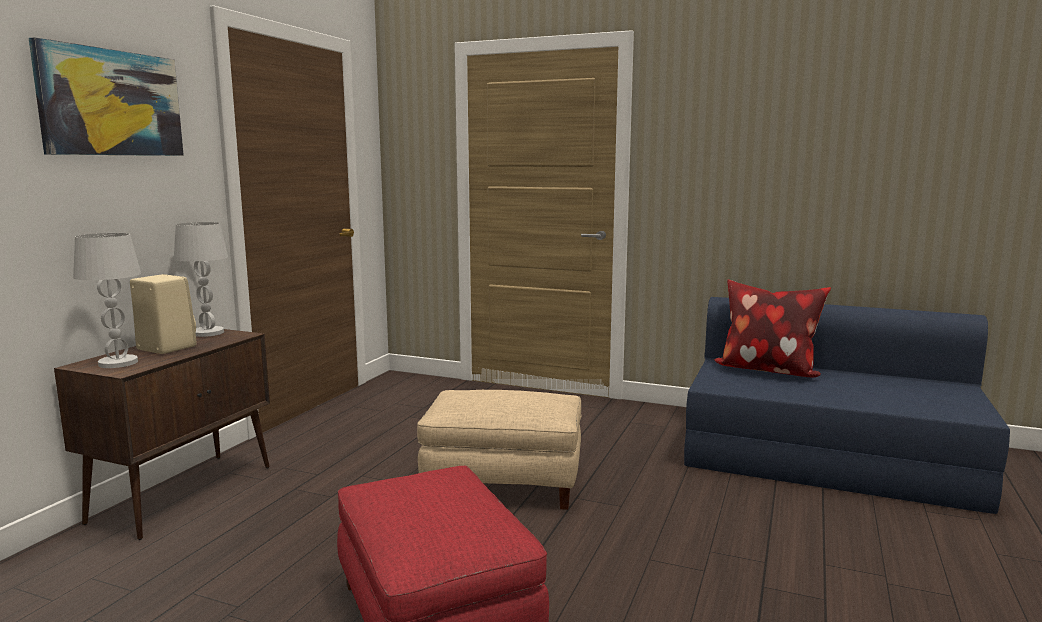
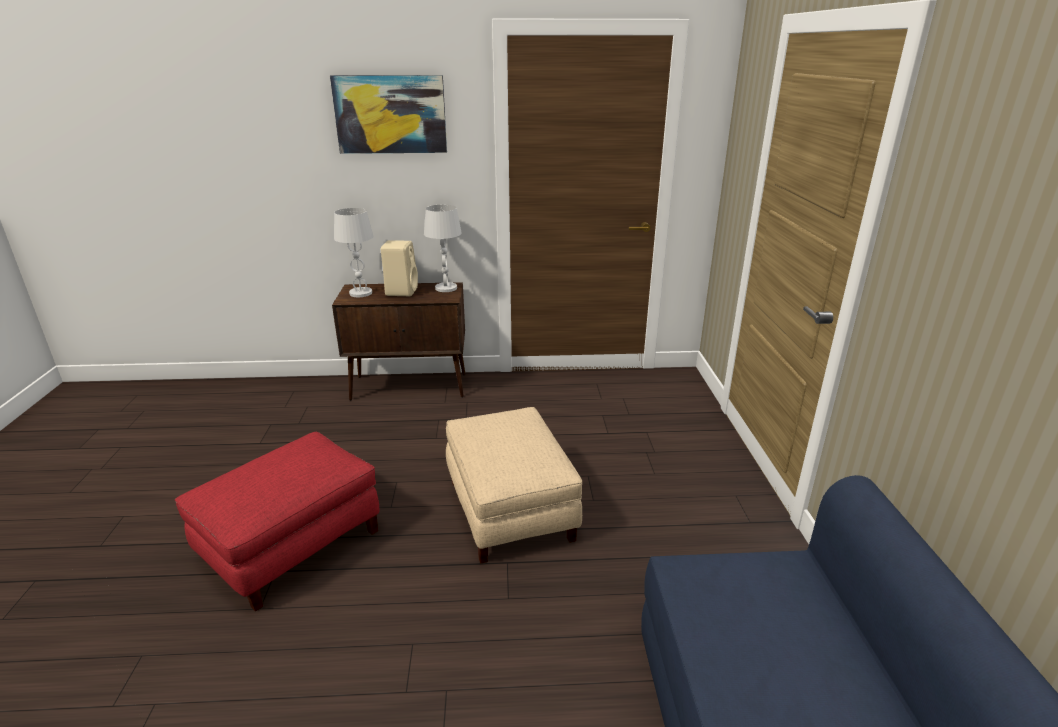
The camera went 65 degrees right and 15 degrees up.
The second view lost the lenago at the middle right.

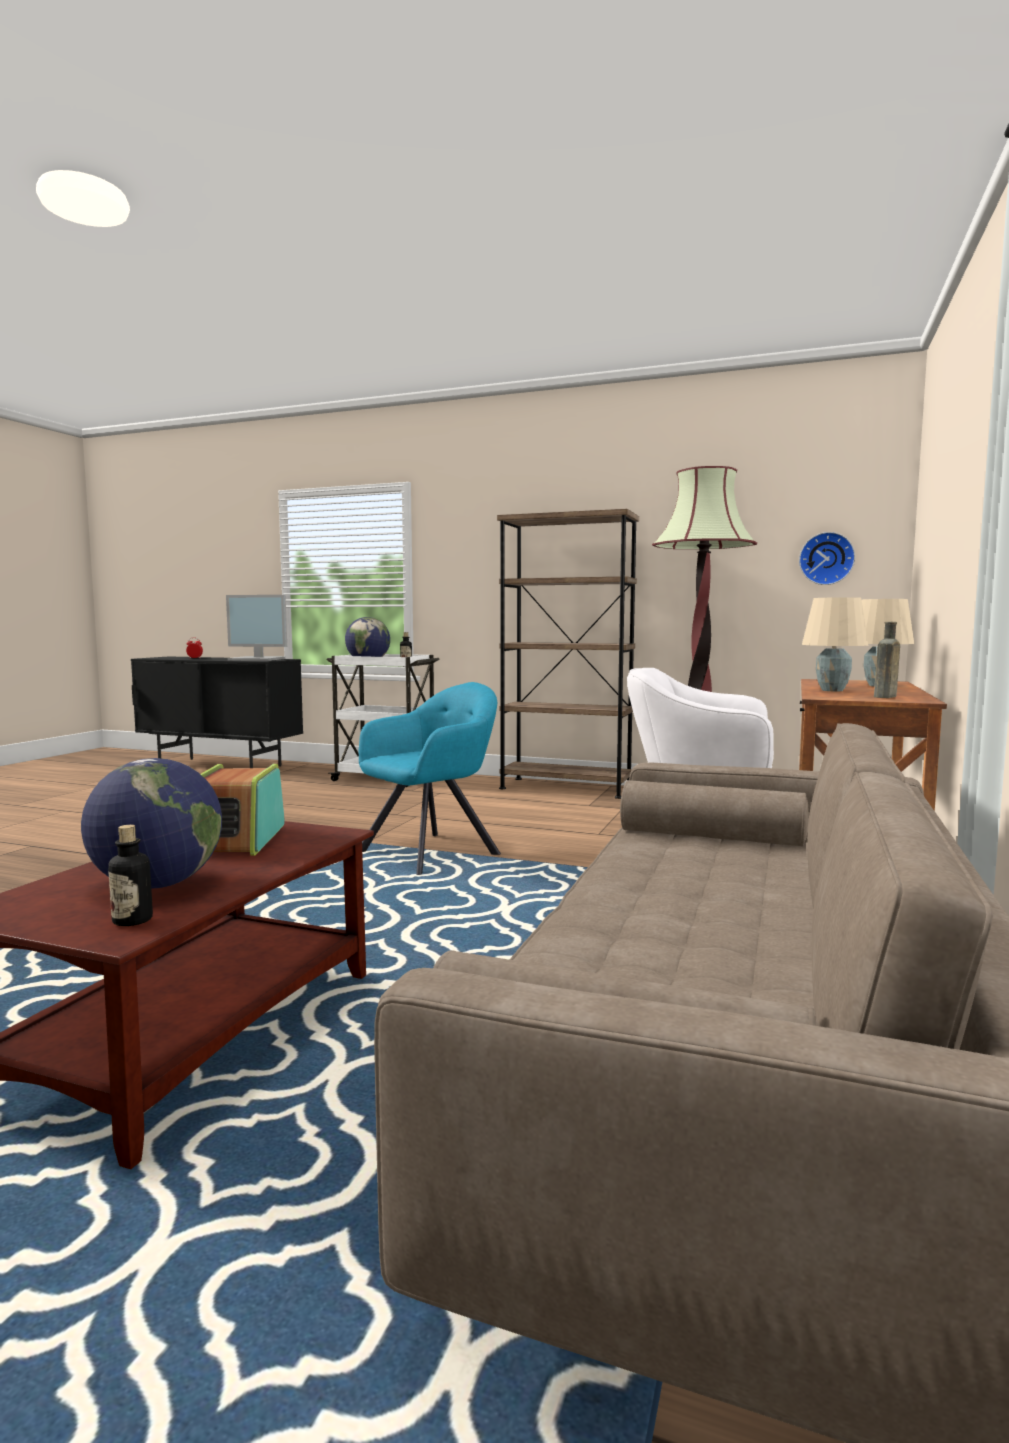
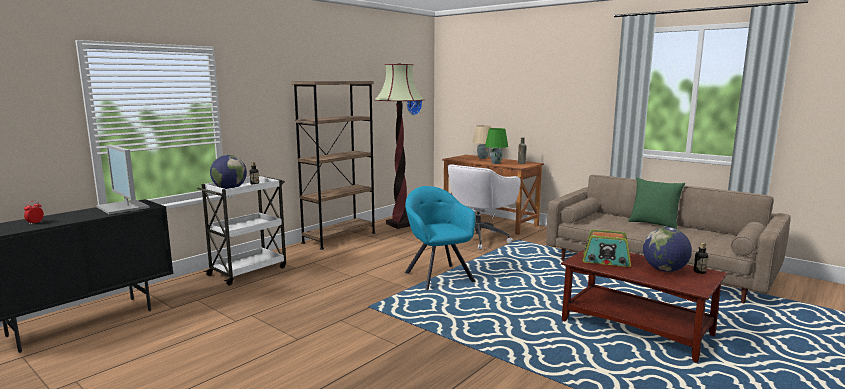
The camera went 70 degrees left and 5 degrees up.
The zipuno at the middle left ended up facing another way, 105 degrees clockwise from before.
What was the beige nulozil (no. 1 from left) at the middle right turned into the green nulozil at the centre.
The second view gained the green lenago at the middle right.

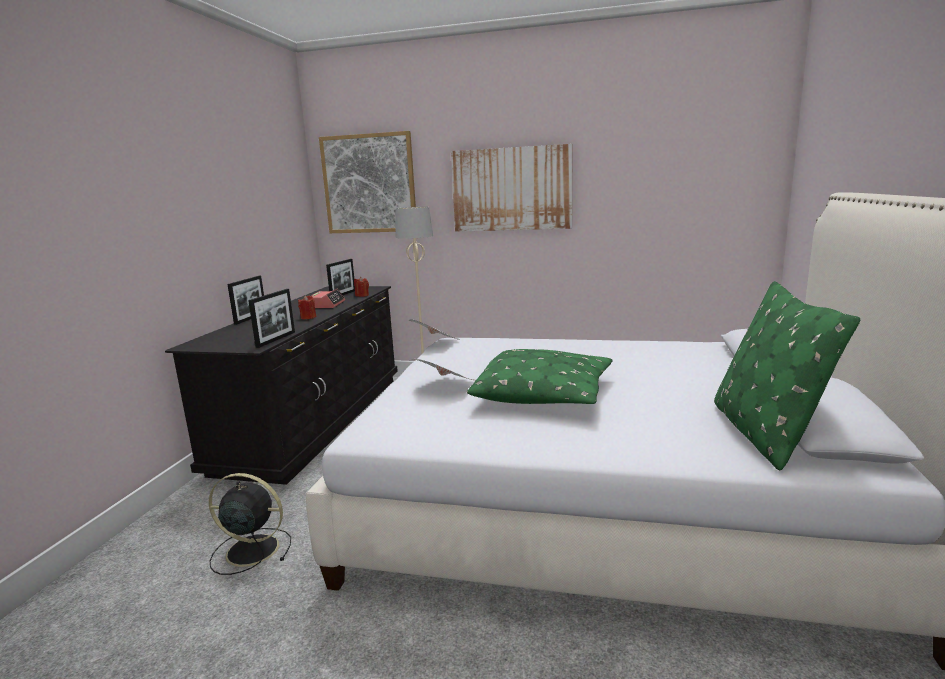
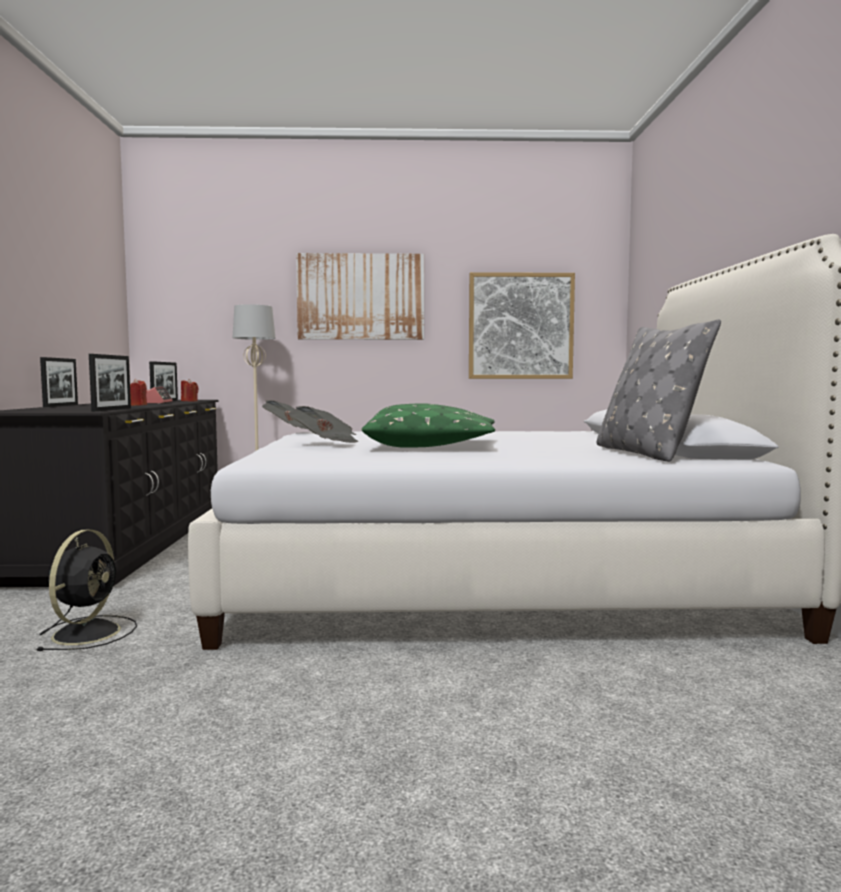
The camera went 15 degrees left and 10 degrees down.
The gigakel (no. 1 from left in the first image) ended up elsewhere, having gone from the top centre to the centre.
What was the green lenago (no. 2 from left) at the middle right turned into the grey lenago at the middle right.
The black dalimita at the bottom left ended up facing another way, 105 degrees clockwise from before.

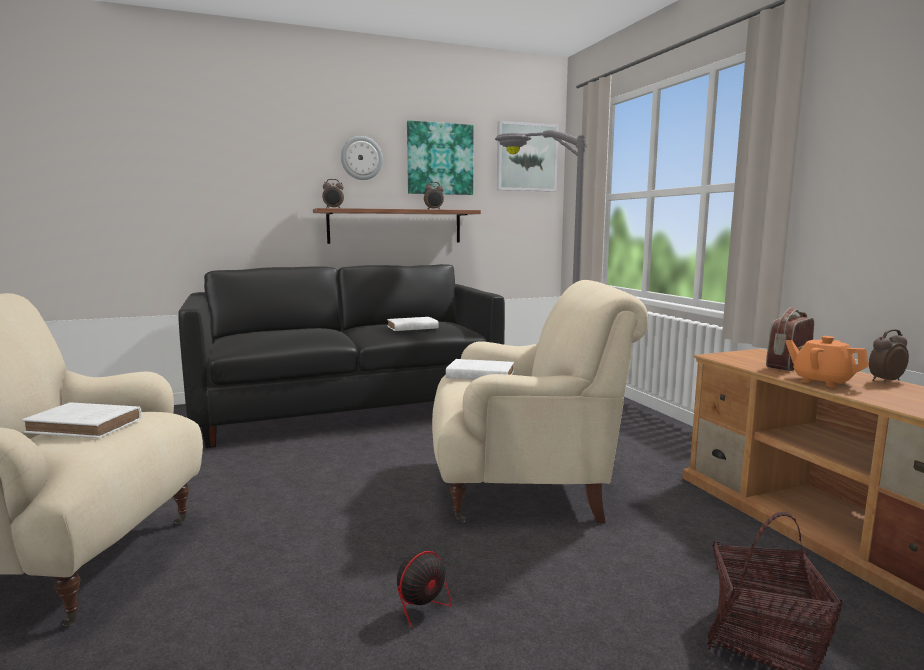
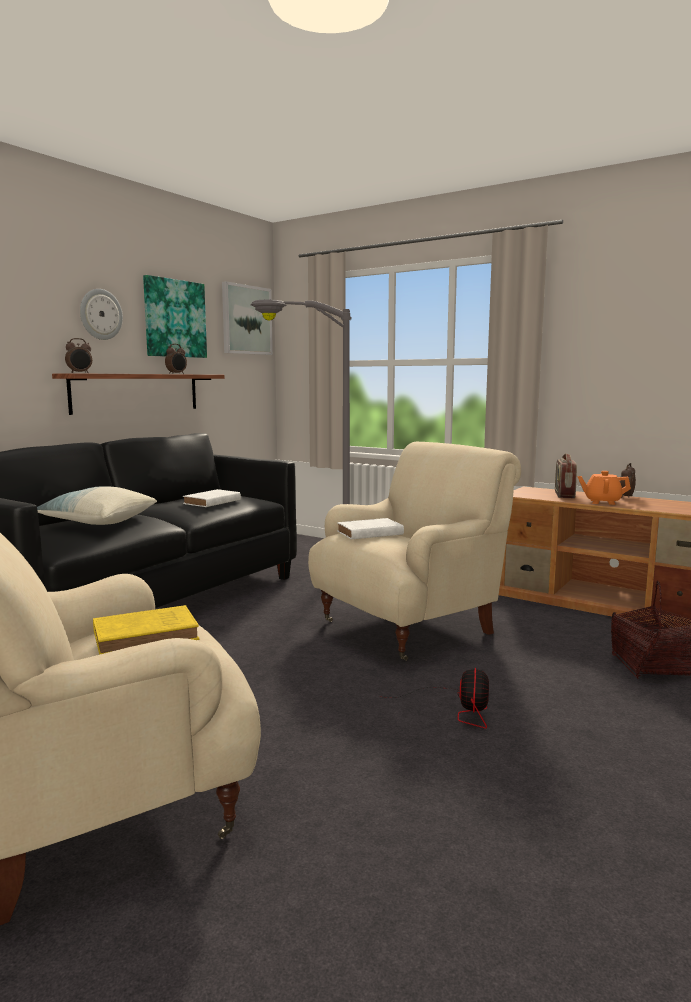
The camera went 35 degrees left and 0 degrees up.
What was the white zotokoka (no. 1 from left) at the middle left turned into the yellow zotokoka at the middle left.
The second view gained the lenago at the middle left.

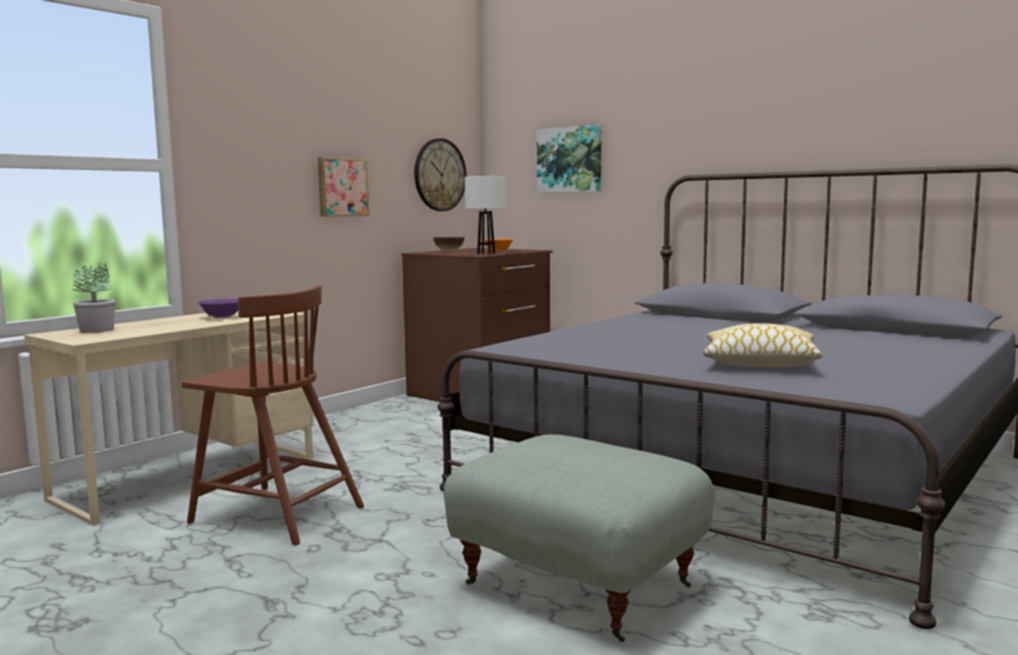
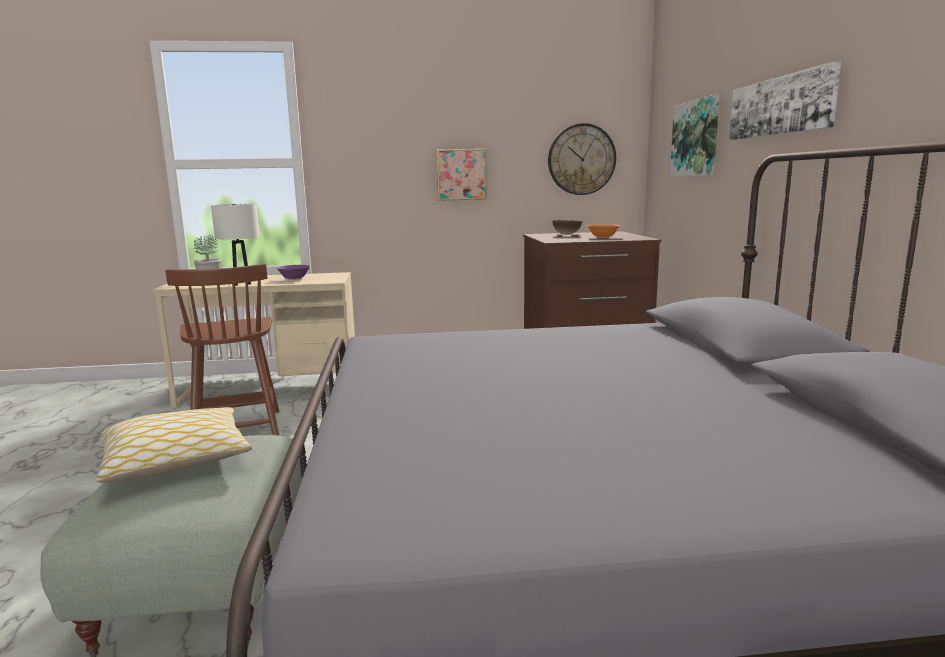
The camera went 45 degrees right and 5 degrees up.
The white nulozil ended up elsewhere, having gone from the top centre to the middle left.
The lenago ended up elsewhere, having gone from the middle right to the bottom left.
The second view gained the gigakel (no. 3 from left) at the top right.

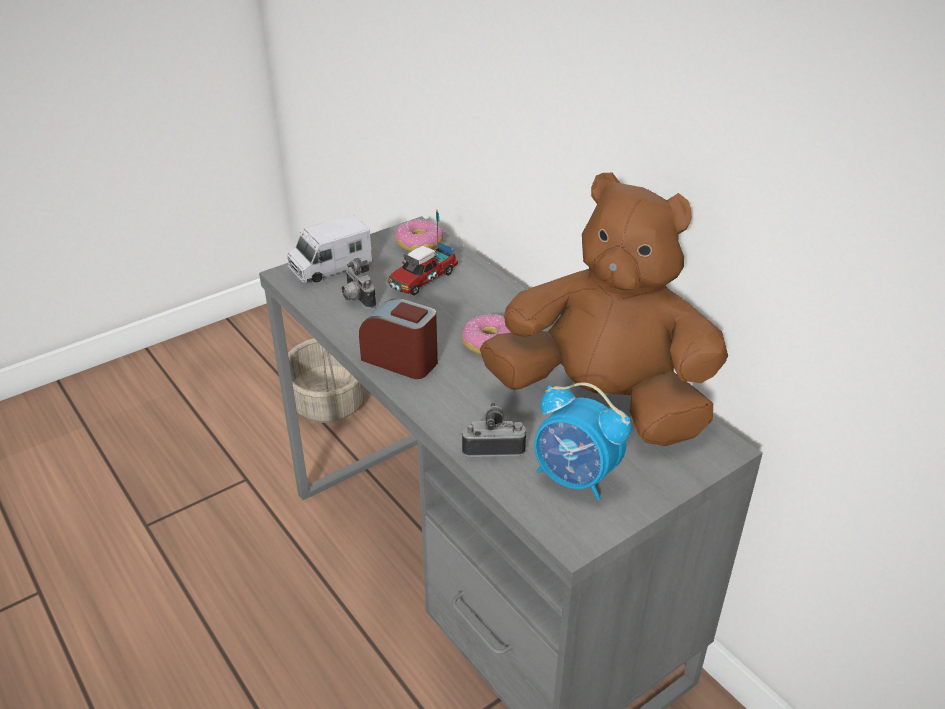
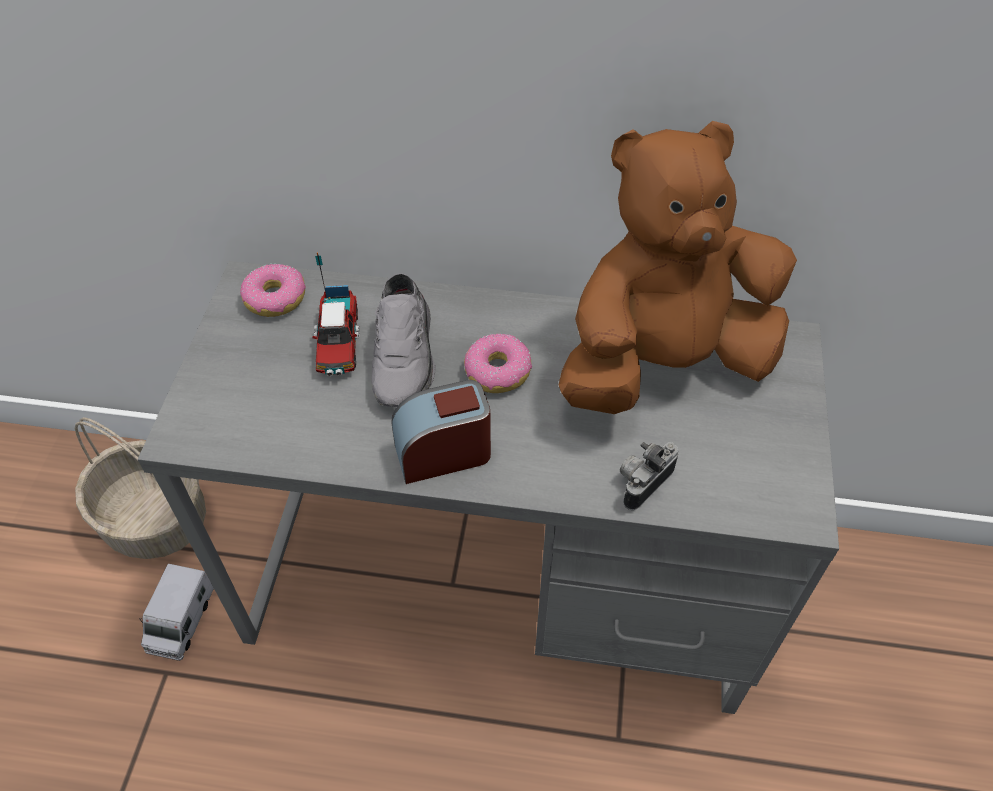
The camera went 45 degrees left and 15 degrees up.
The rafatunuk (no. 1 from left) ended up elsewhere, having gone from the centre to the bottom left.
The second view lost the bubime (no. 1 from left) at the centre.
The second view lost the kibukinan (no. 2 from left) at the centre.
The second view gained the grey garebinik at the centre.

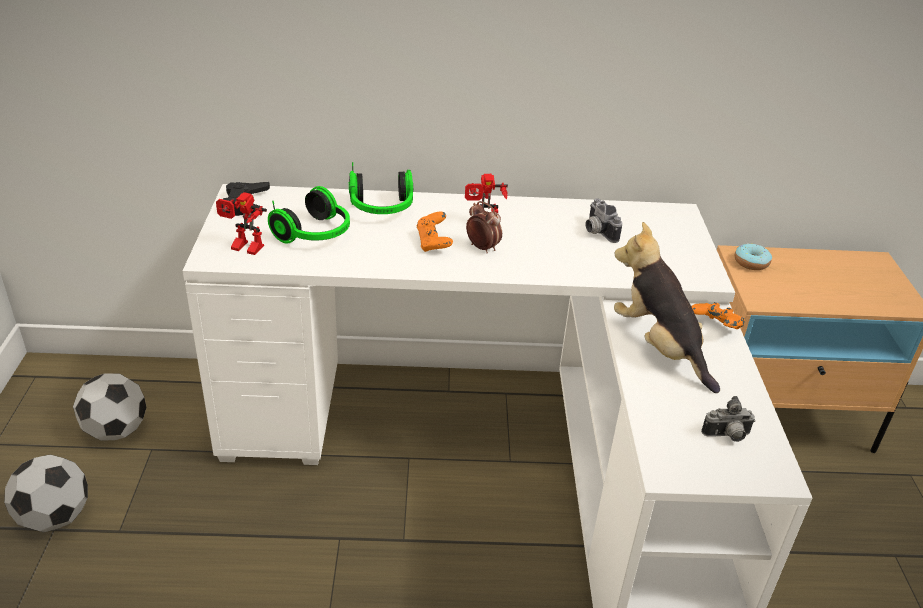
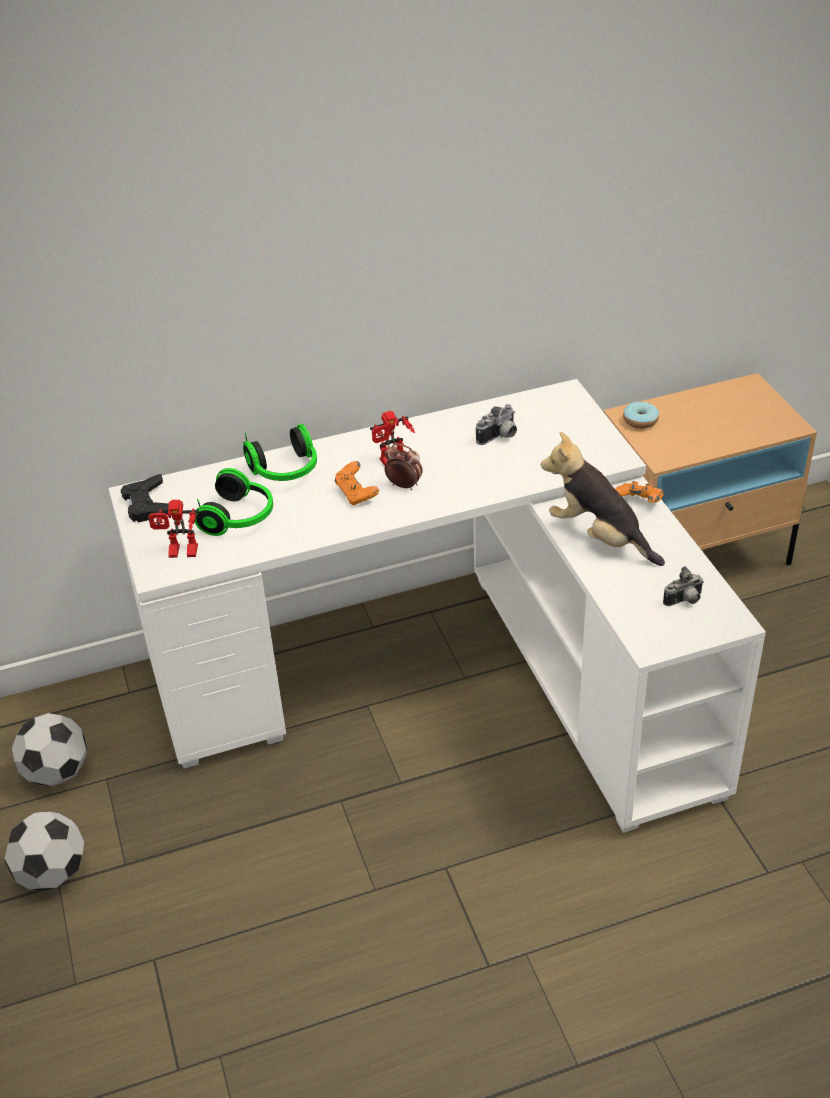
The camera went 15 degrees left and 5 degrees up.
The bubime (no. 1 from left) at the centre ended up facing another way, 90 degrees counterclockwise from before.

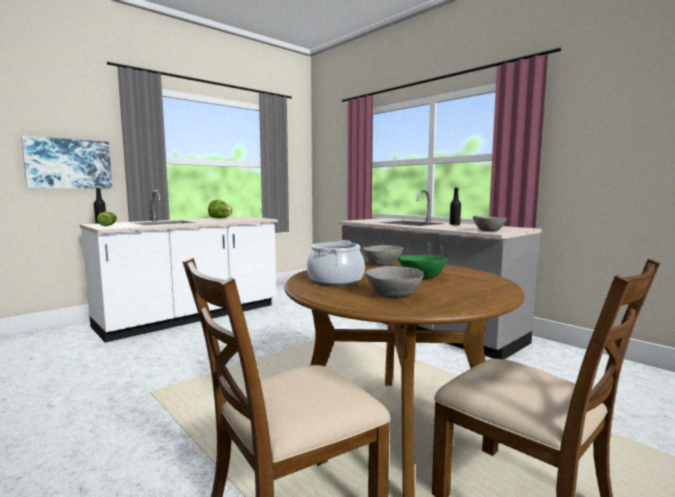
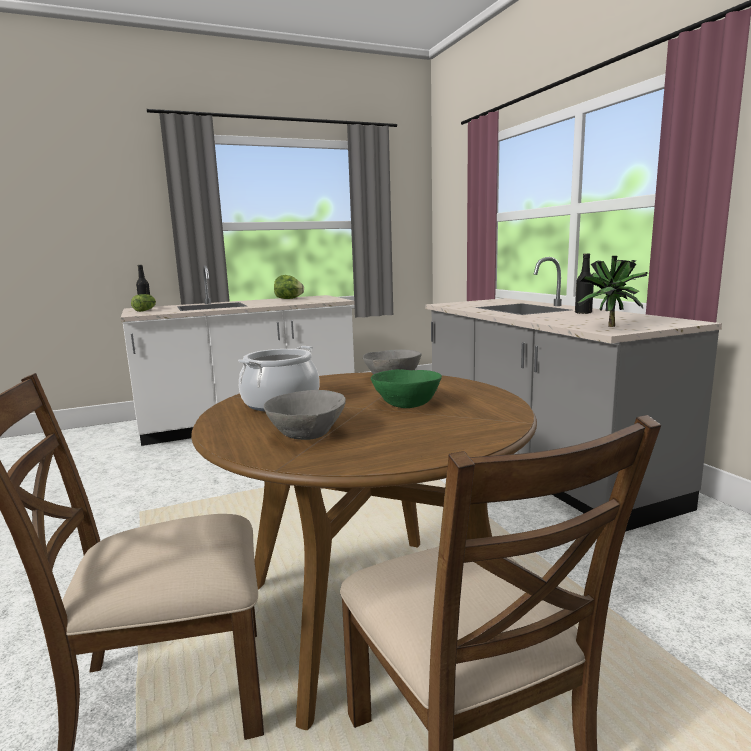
The camera went 20 degrees right and 5 degrees up.
The second view lost the gigakel at the top left.
Where the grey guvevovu (no. 3 from left) stood at the middle right, the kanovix came to stand at the middle right.

